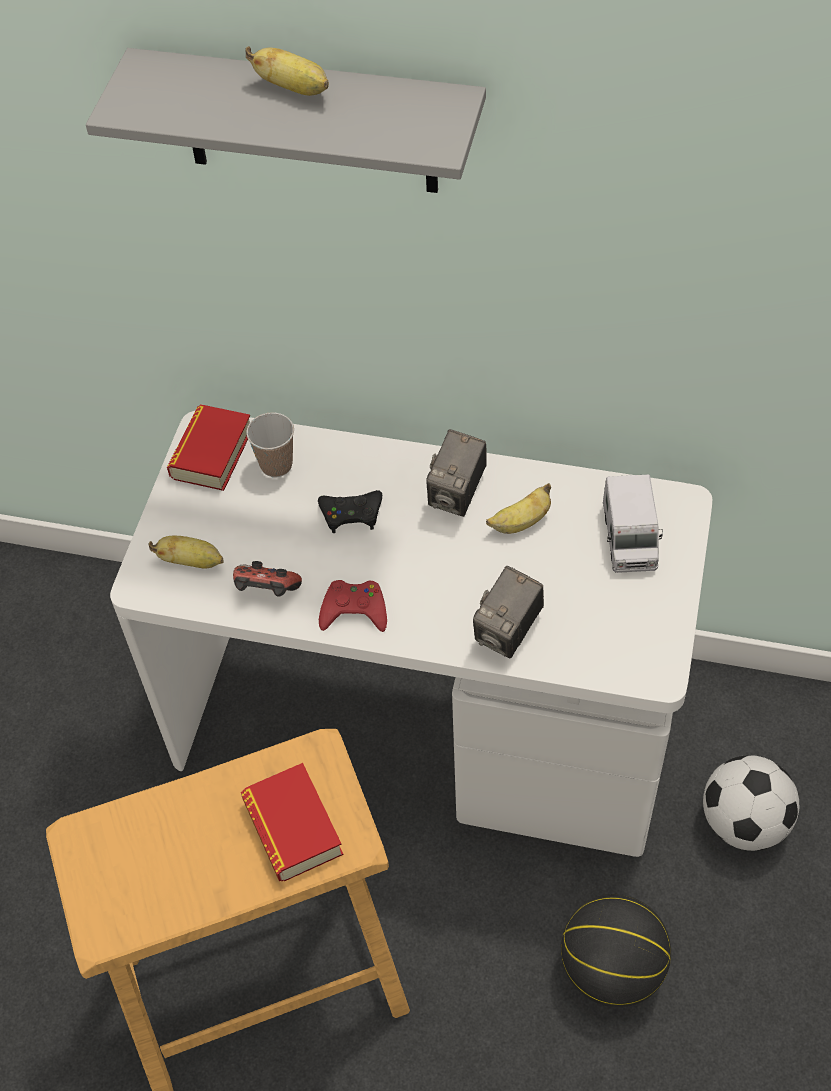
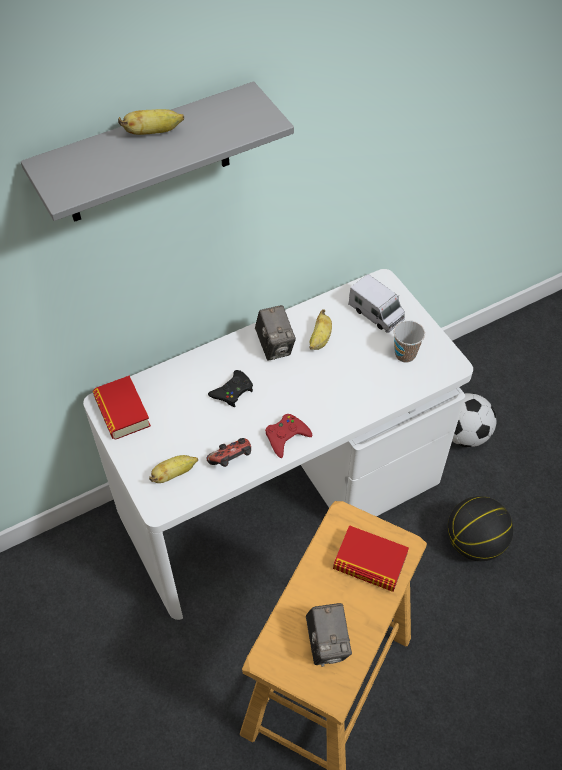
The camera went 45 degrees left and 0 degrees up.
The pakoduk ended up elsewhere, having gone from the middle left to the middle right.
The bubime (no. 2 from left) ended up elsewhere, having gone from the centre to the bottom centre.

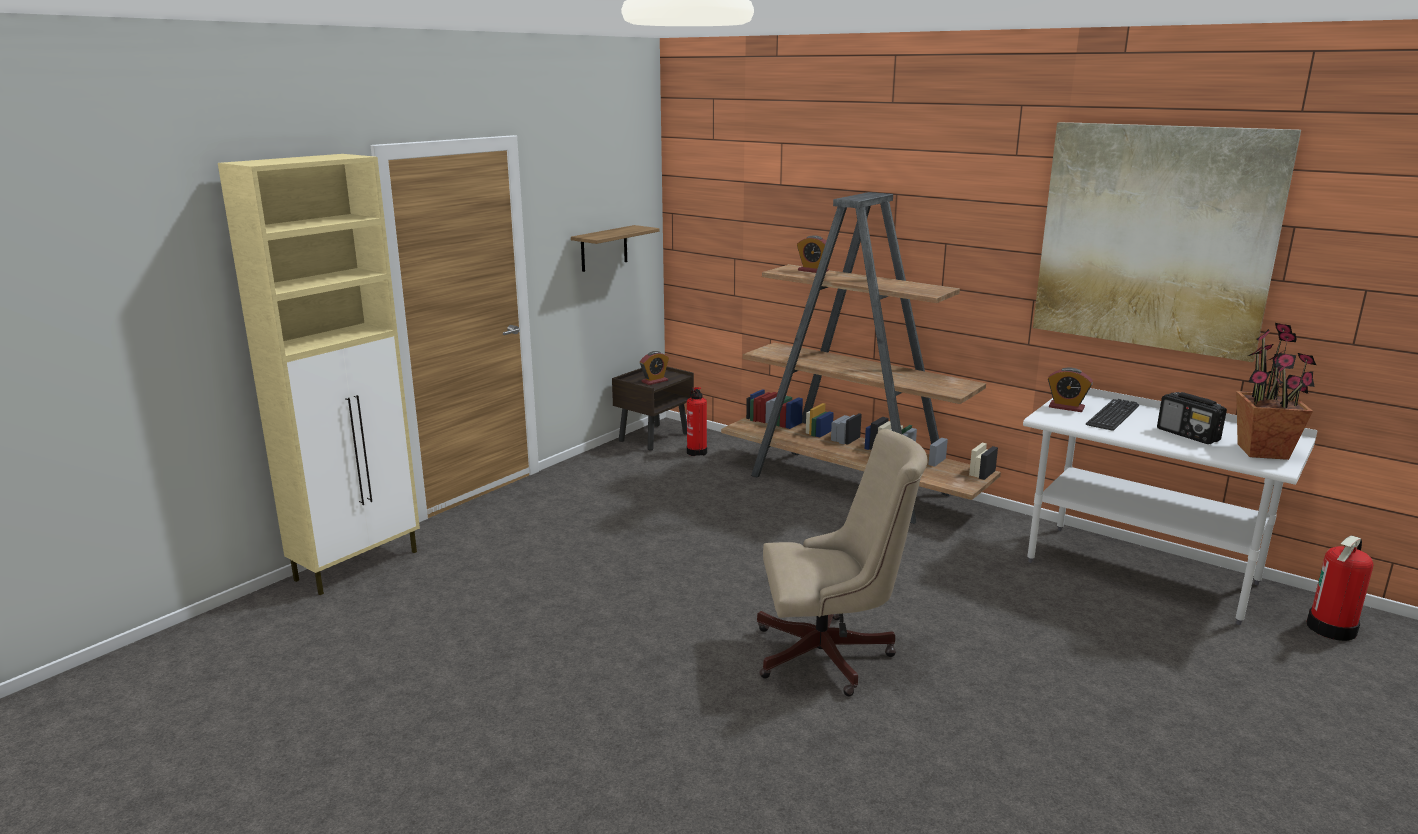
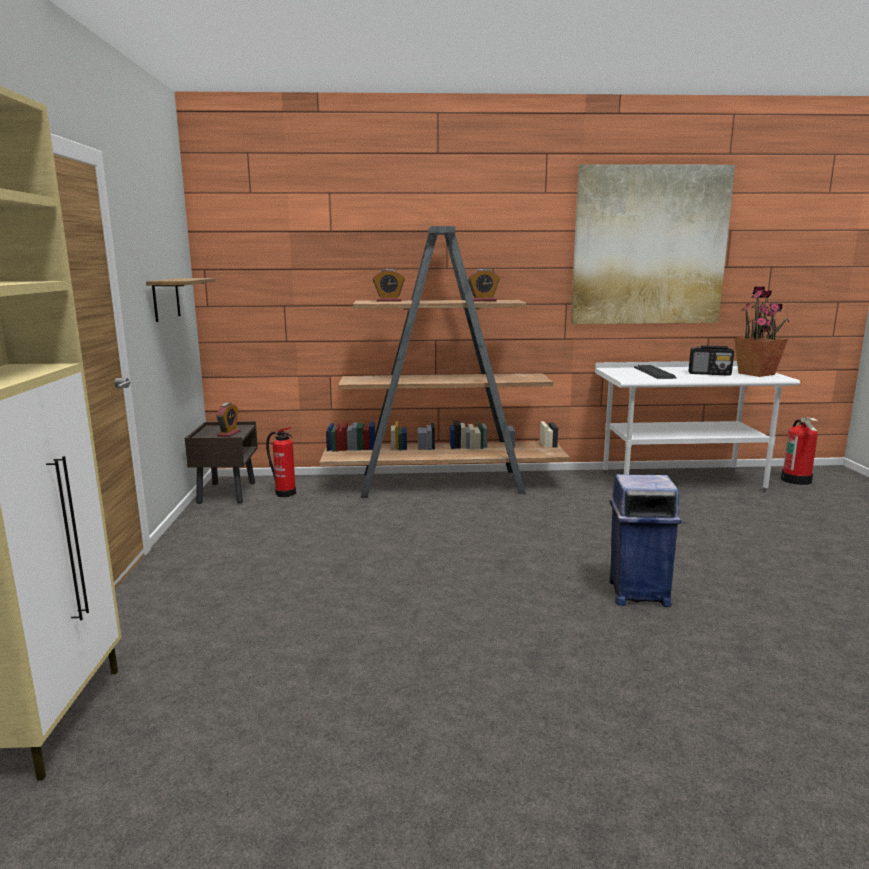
The camera went 40 degrees left and 5 degrees down.
The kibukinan (no. 3 from left) ended up elsewhere, having gone from the middle right to the top centre.
Where the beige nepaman stood at the bottom centre, the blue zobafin came to stand at the middle right.

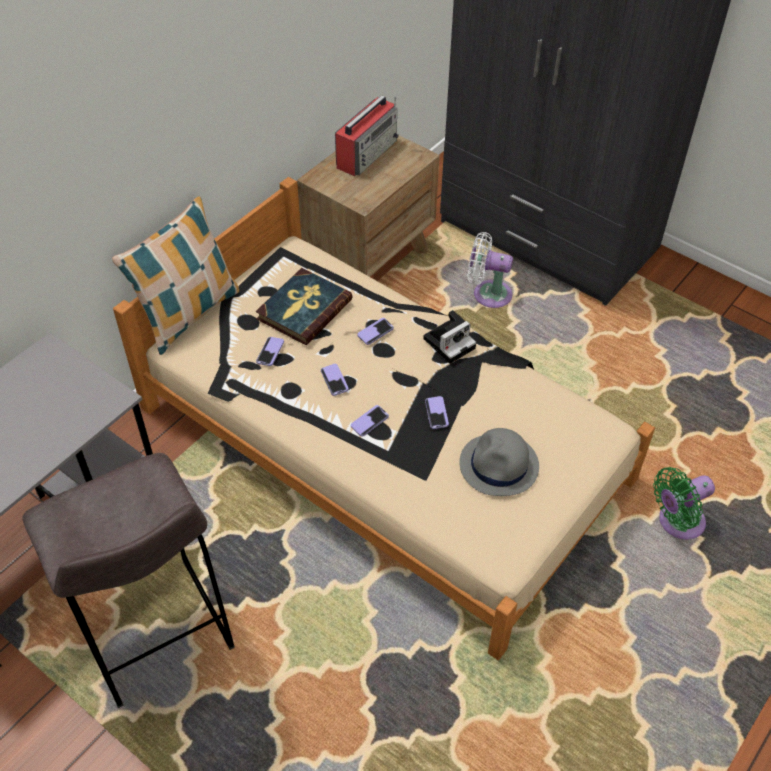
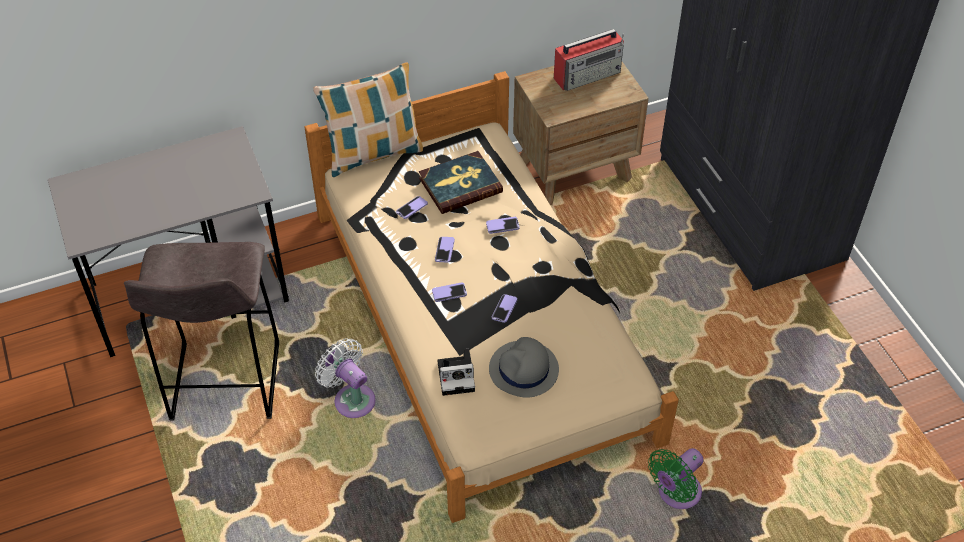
The camera went 30 degrees right and 0 degrees up.
The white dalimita ended up elsewhere, having gone from the centre to the bottom centre.
The bubime ended up elsewhere, having gone from the centre to the bottom centre.
The green dalimita at the middle right ended up facing another way, 45 degrees counterclockwise from before.

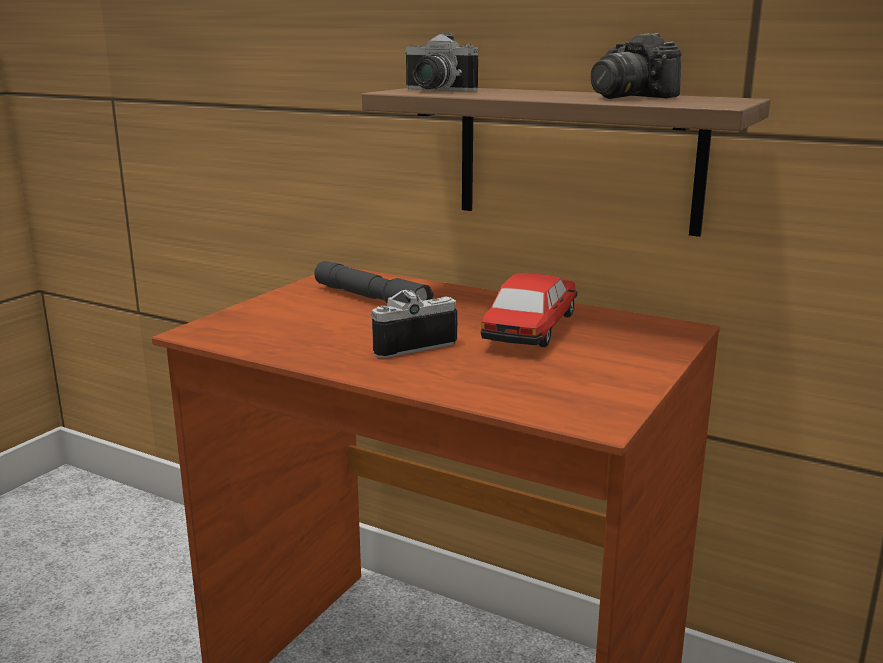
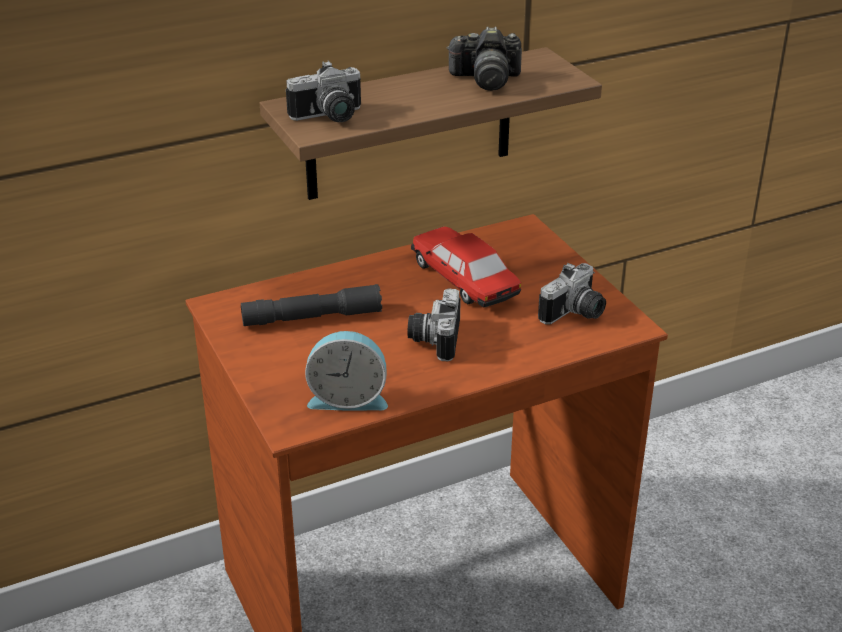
The camera went 55 degrees left and 15 degrees up.
The second view gained the bubime (no. 4 from left) at the middle right.
The second view gained the kibukinan at the centre.

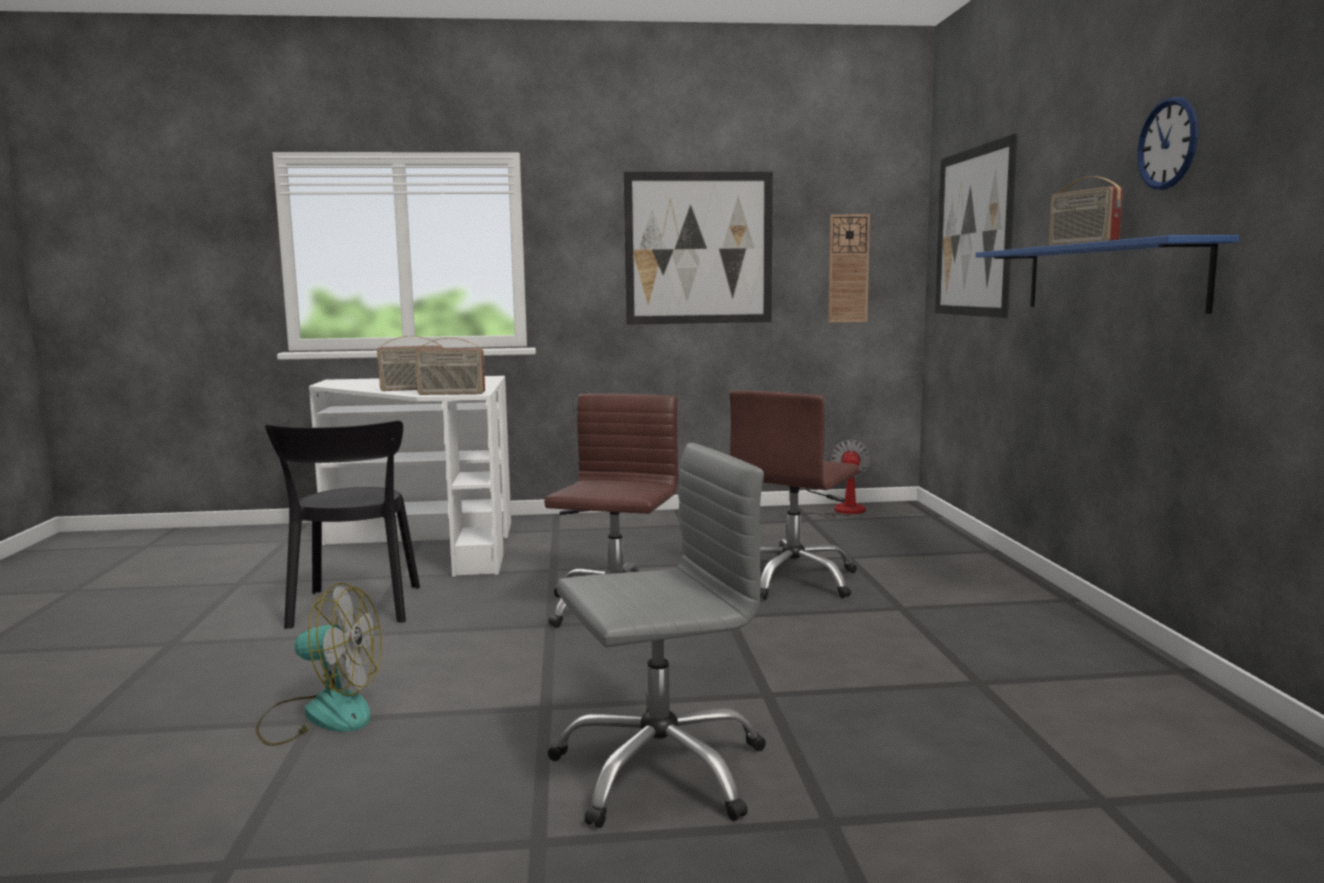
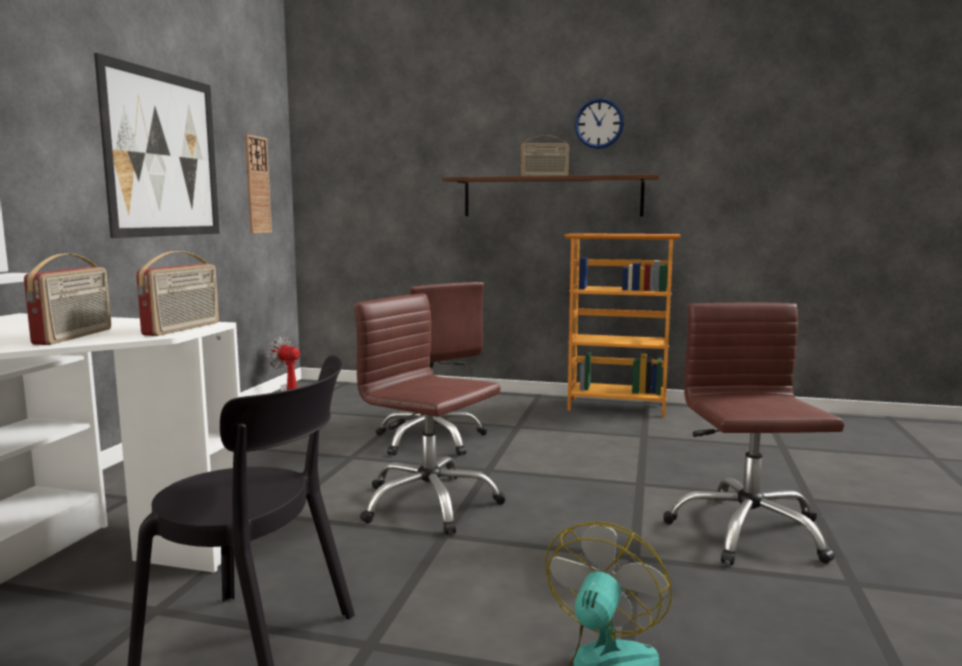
The camera went 70 degrees left and 0 degrees up.
The second view lost the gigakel (no. 2 from left) at the top right.
What was the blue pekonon at the top right turned into the brown pekonon at the top centre.
What was the grey nepaman at the bottom centre turned into the brown nepaman (no. 3 from left) at the middle right.
The second view gained the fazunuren at the centre.

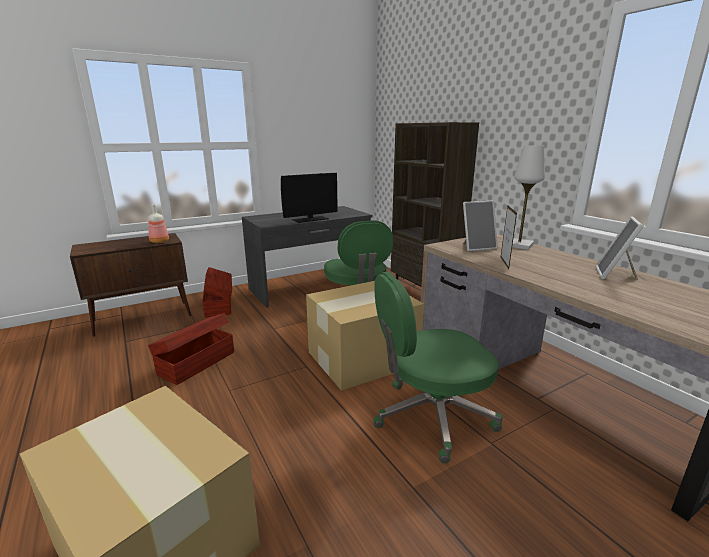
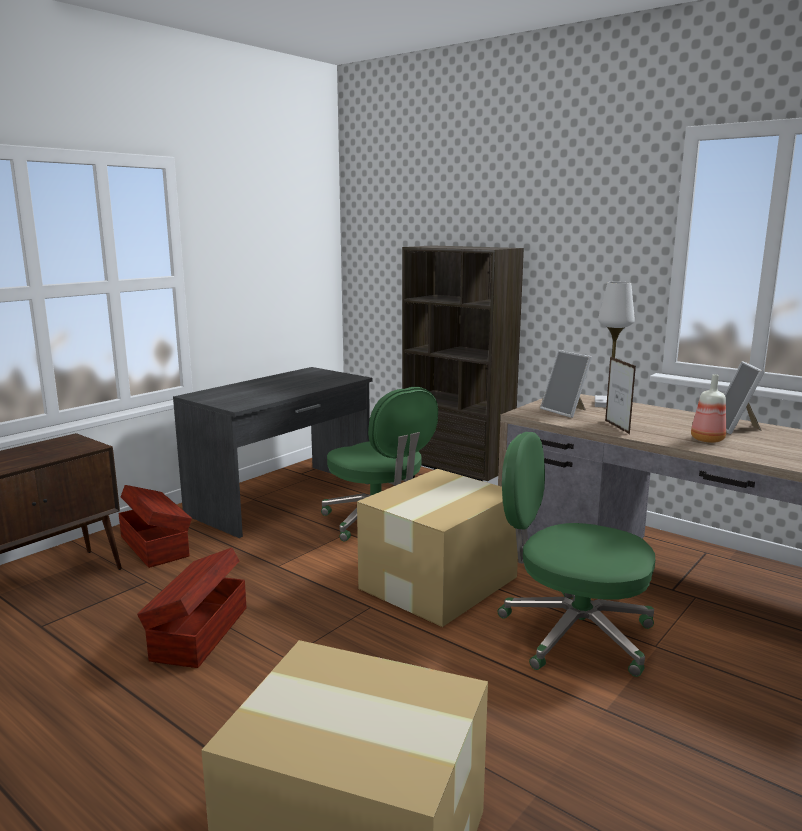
The camera went 20 degrees left and 5 degrees down.
The second view lost the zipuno at the centre.
The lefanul (no. 1 from left) at the middle right ended up facing another way, 90 degrees clockwise from before.
The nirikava ended up elsewhere, having gone from the middle left to the middle right.
The green nepaman (no. 2 from left) at the centre ended up facing another way, 60 degrees clockwise from before.

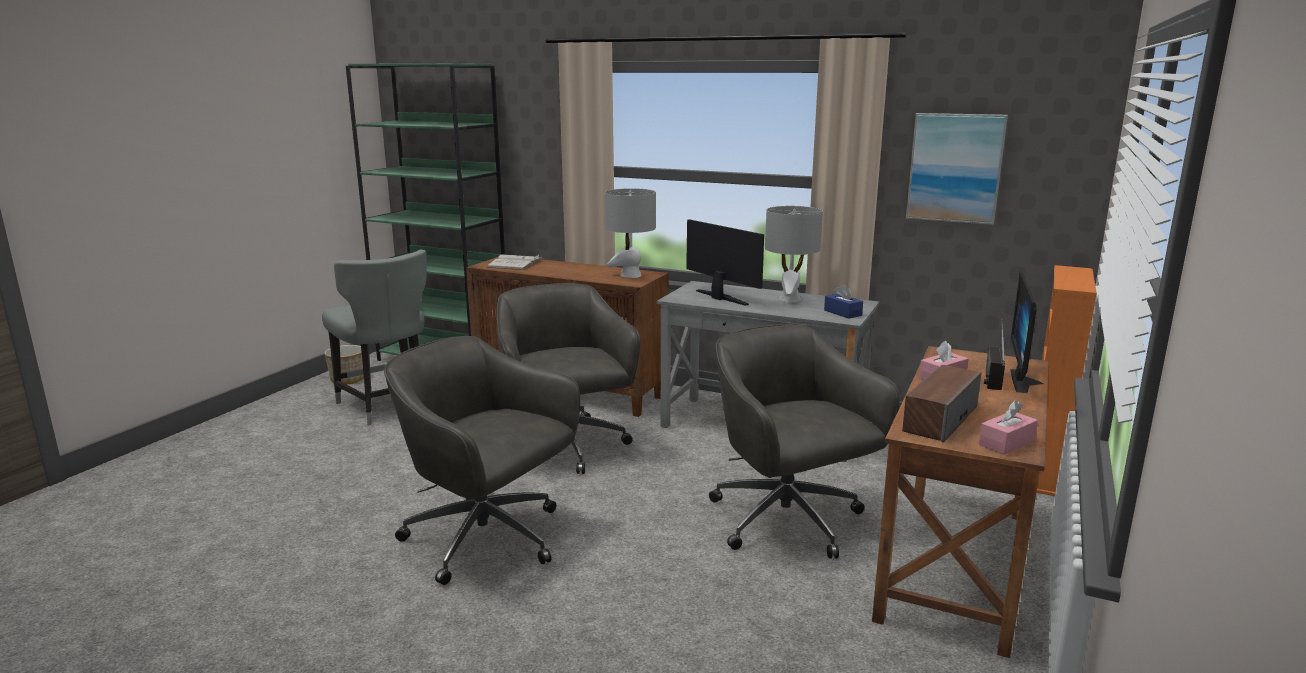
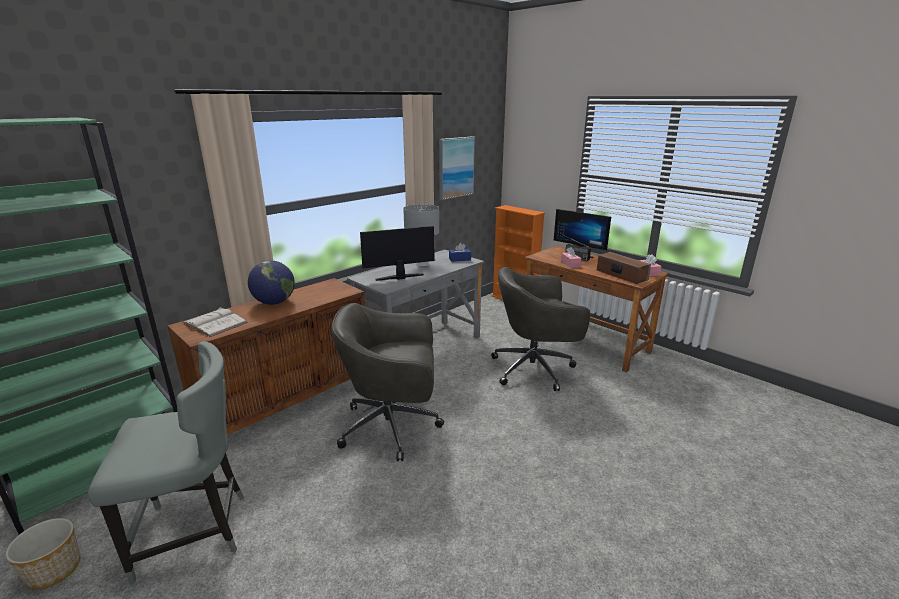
The camera went 70 degrees left and 5 degrees up.
The second view lost the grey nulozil (no. 1 from left) at the centre.
The second view lost the grey nepaman (no. 1 from left) at the bottom centre.
The second view gained the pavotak at the middle left.

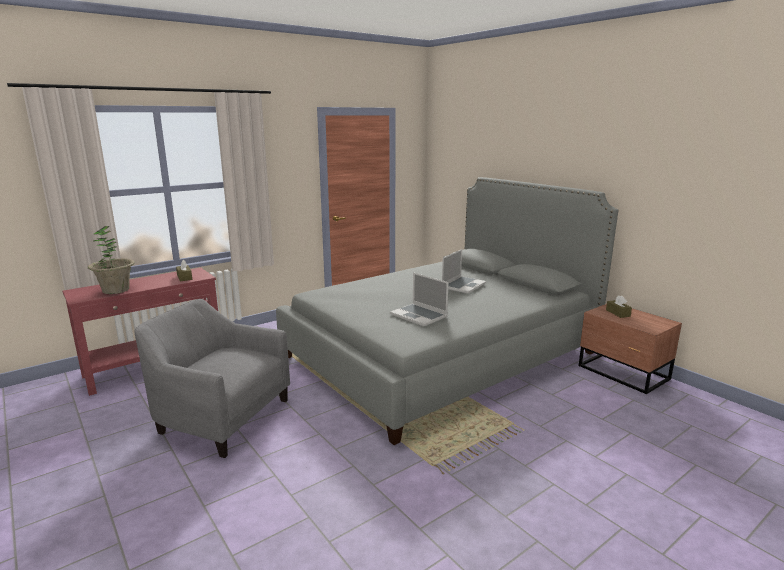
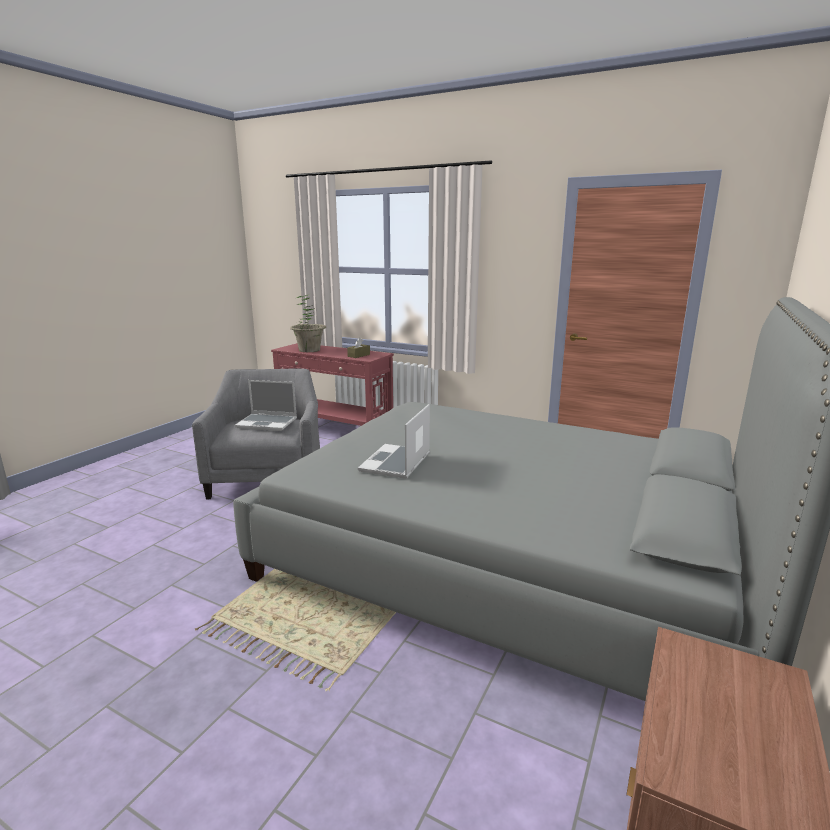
The camera went 65 degrees right and 0 degrees up.
The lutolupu (no. 2 from left in the first image) ended up elsewhere, having gone from the centre to the middle left.
The second view lost the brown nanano (no. 2 from left) at the middle right.

